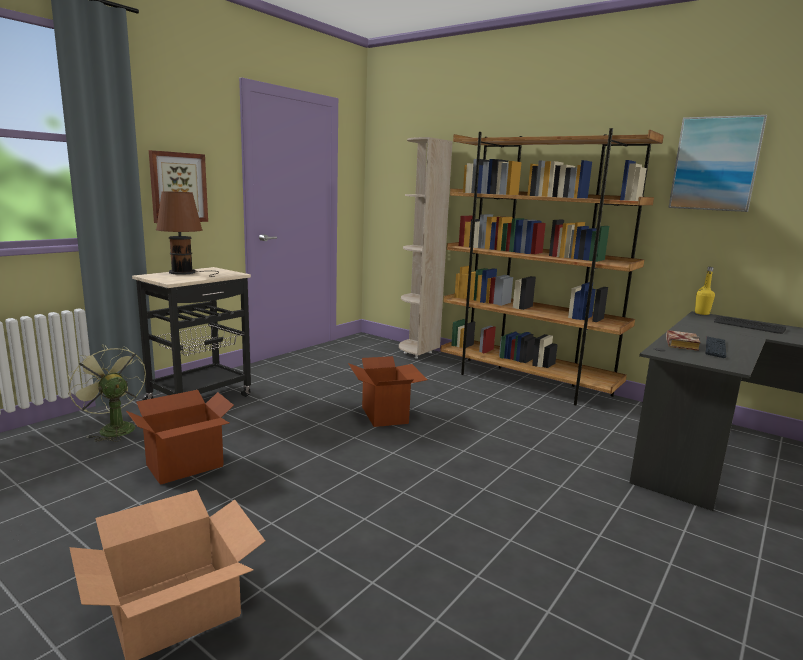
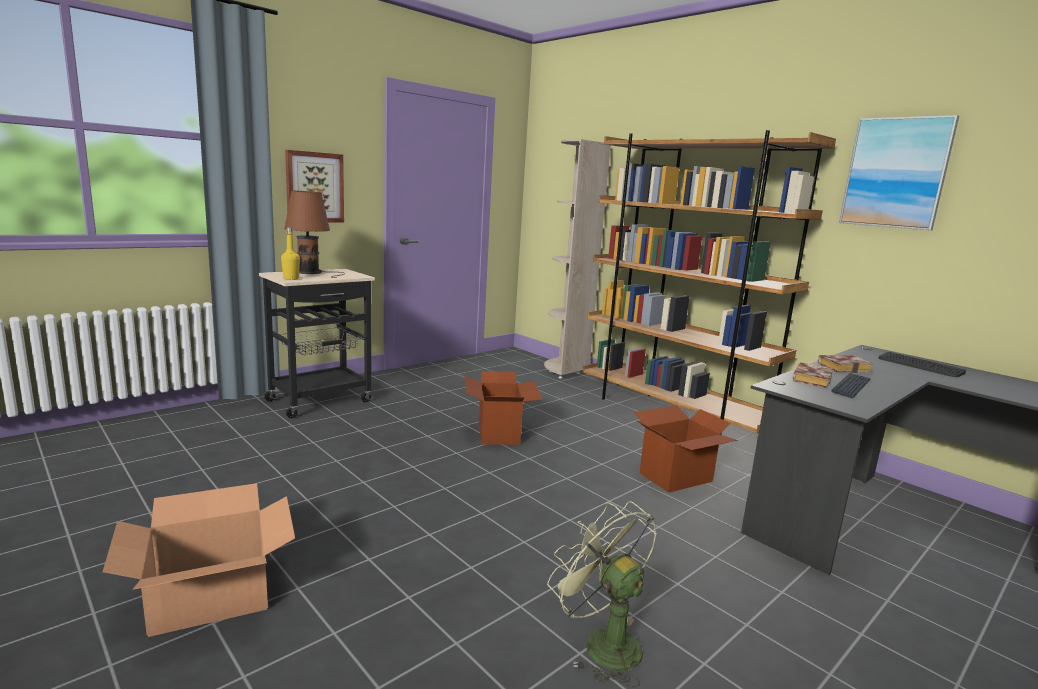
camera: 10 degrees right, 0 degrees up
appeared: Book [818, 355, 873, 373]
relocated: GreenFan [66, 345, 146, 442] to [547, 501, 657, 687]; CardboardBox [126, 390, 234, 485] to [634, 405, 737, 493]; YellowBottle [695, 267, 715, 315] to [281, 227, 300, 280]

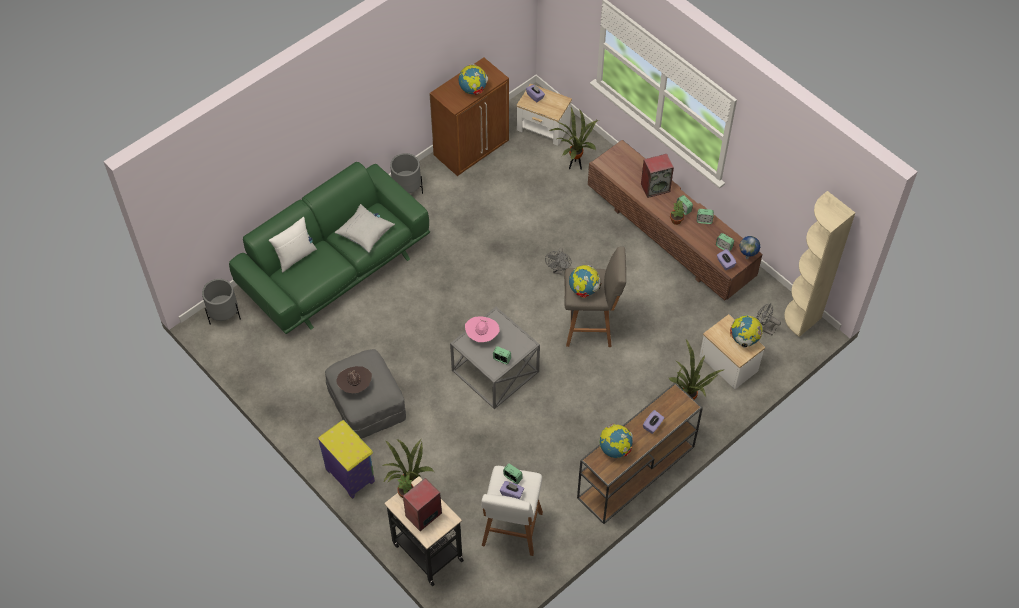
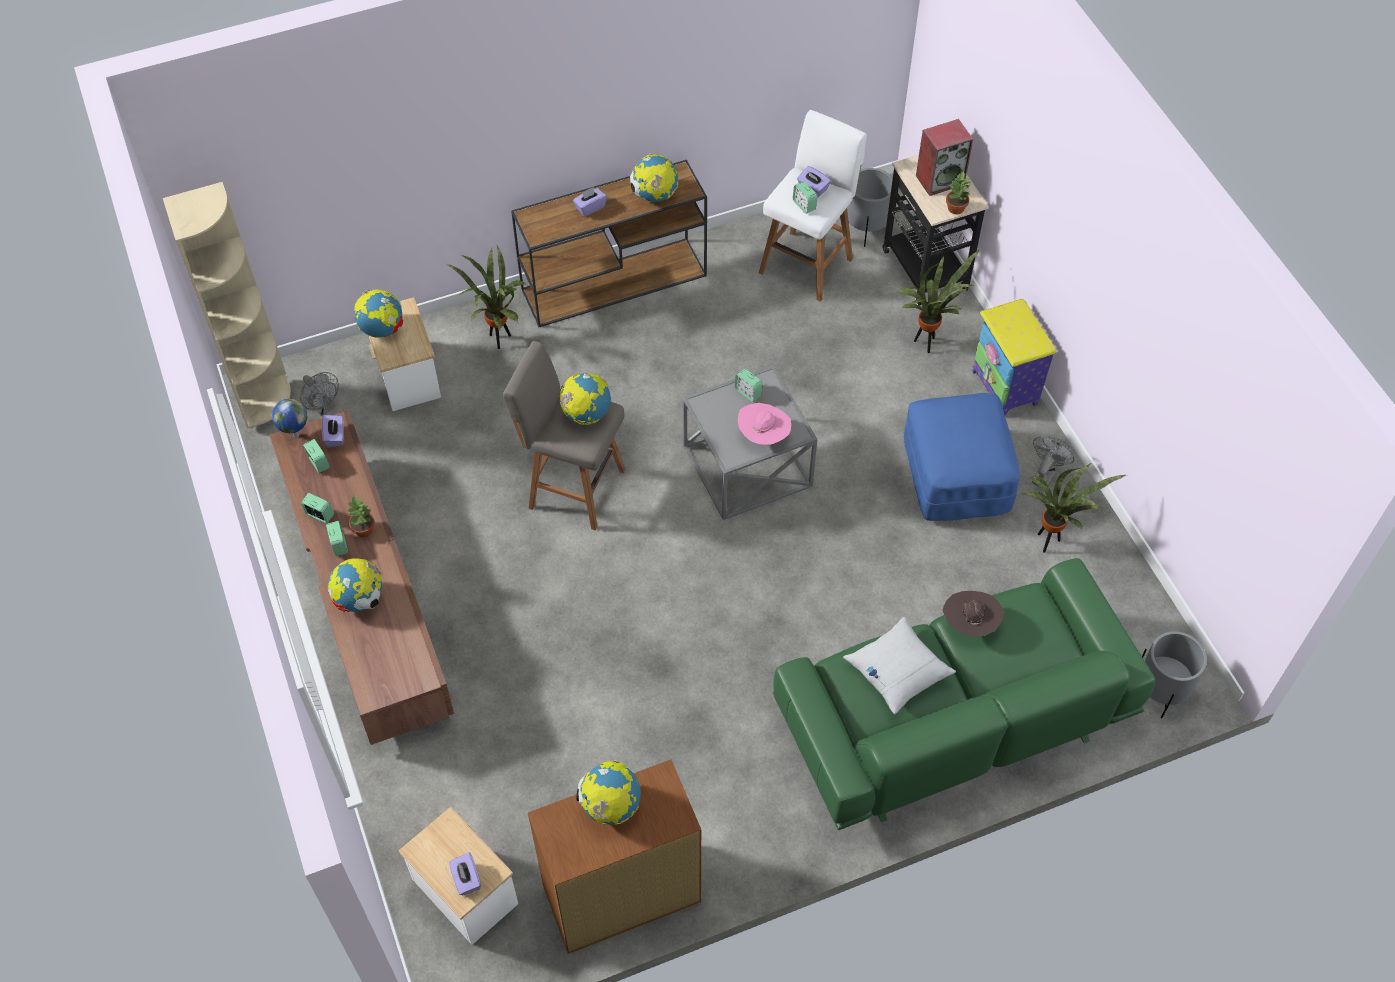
camera: 160 degrees left, 0 degrees up
missing: WhitePillow [269, 217, 317, 273]
relocated: BrownHat [337, 366, 372, 393] to [943, 591, 1004, 637]; GreyPlanter [390, 153, 423, 194] to [847, 168, 893, 247]; GreyFan [545, 248, 571, 275] to [1032, 436, 1074, 487]; PottedPlant [550, 107, 598, 170] to [1023, 463, 1126, 553]
exchanged: Speaker [641, 154, 674, 198] to Globe [328, 558, 382, 613]
colour: GreyOttoman [325, 349, 406, 439] to BlueOttoman [904, 393, 1020, 521]

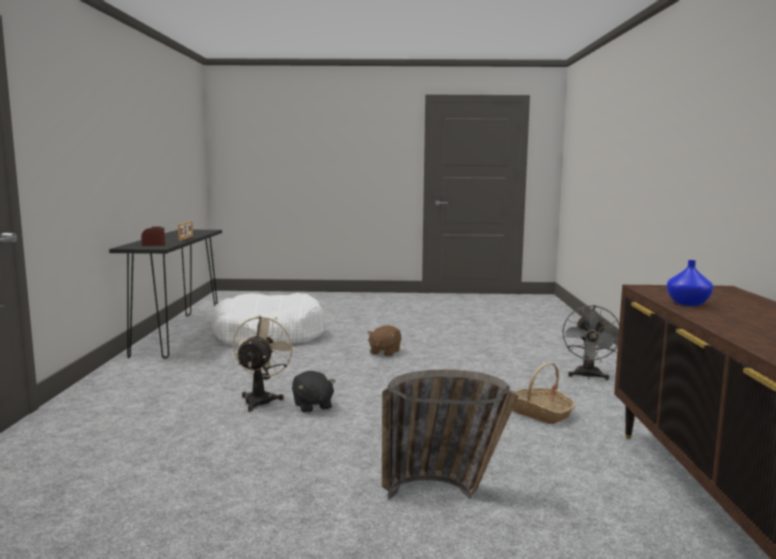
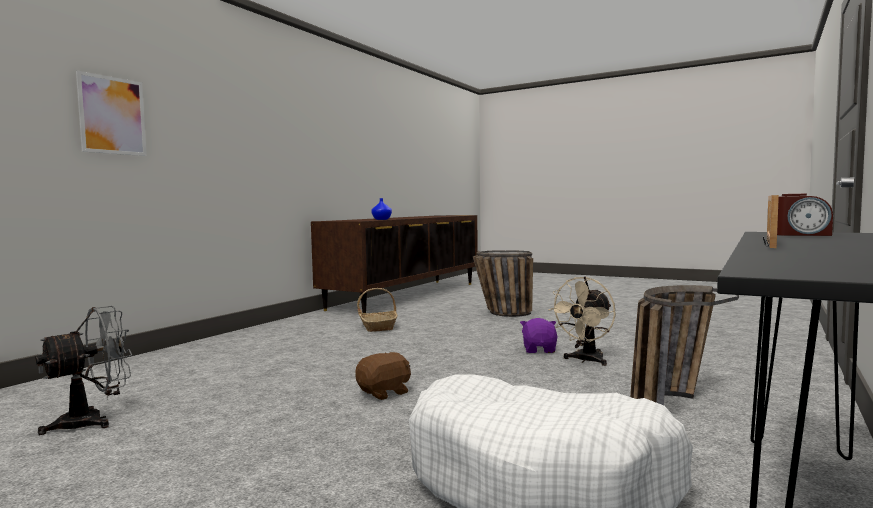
camera: 150 degrees left, 5 degrees down
appeared: Picture [76, 70, 147, 156]; Basket [630, 285, 739, 405]
relocated: GreyFan [562, 305, 619, 380] to [35, 306, 132, 435]
colour: BlackPlushToy [292, 371, 336, 413] to PurplePlushToy [520, 318, 558, 353]

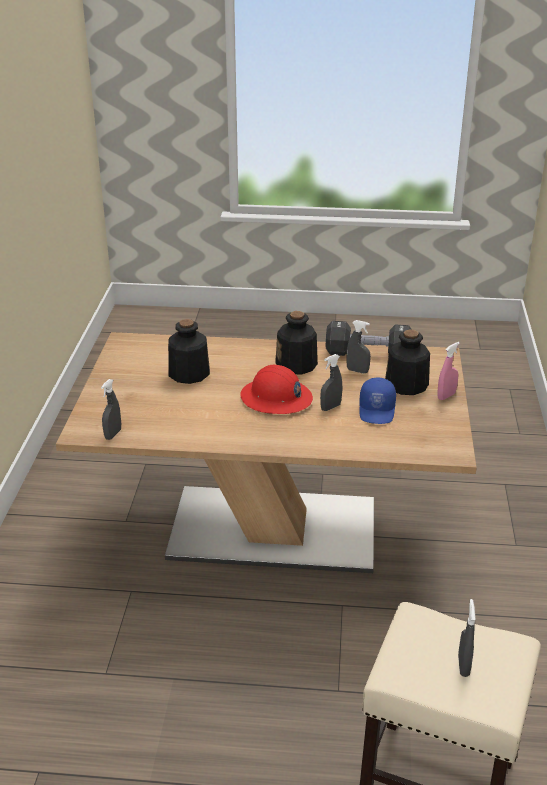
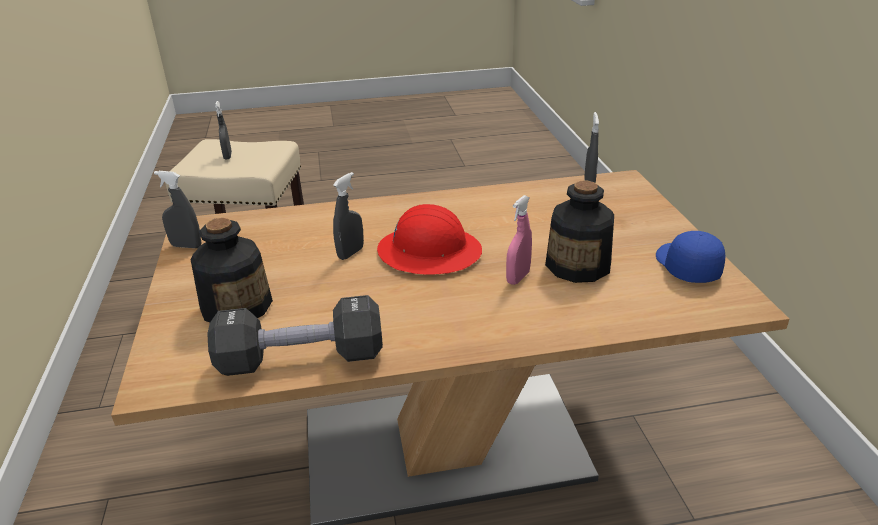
camera: 165 degrees right, 0 degrees up
missing: Bottle [275, 311, 318, 375]
relocated: GreySprayBottle [346, 320, 371, 373] to [154, 171, 201, 248]; BlueCap [359, 377, 396, 424] to [656, 231, 725, 283]; PinkSprayBottle [437, 342, 460, 400] to [506, 195, 532, 285]

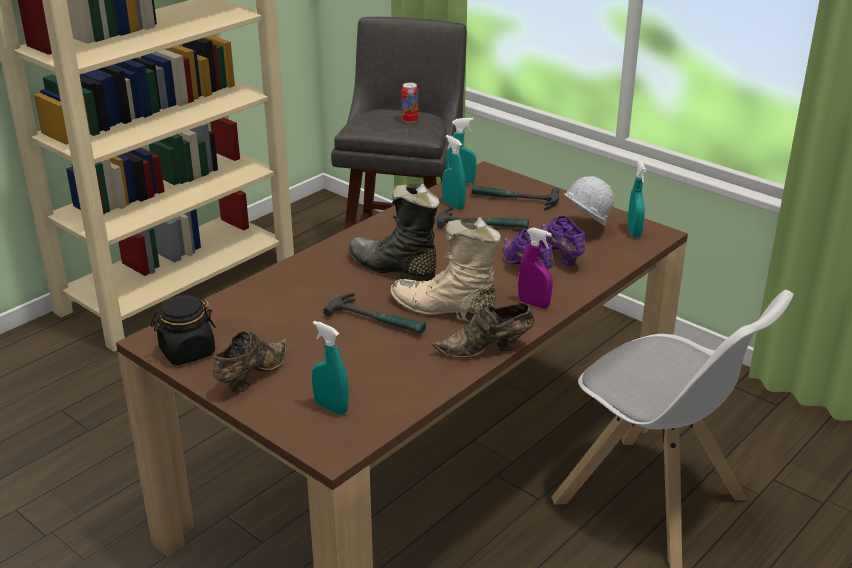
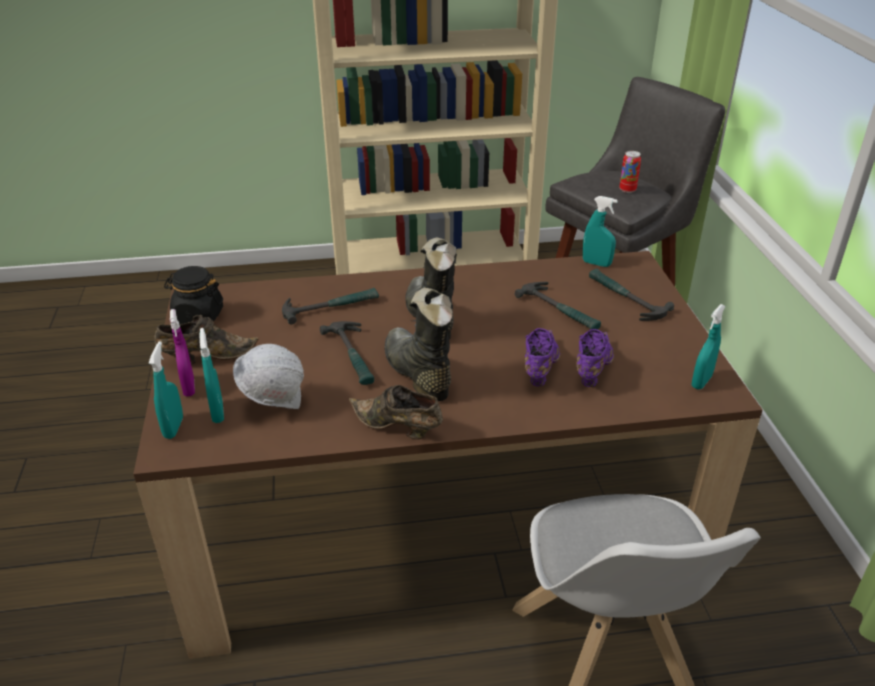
camera: 40 degrees right, 5 degrees up
appeared: Hammer [282, 288, 379, 324]
relocated: TurquoiseSprayBottle [442, 135, 466, 210] to [149, 341, 183, 439]; PurpleSprayBottle [518, 227, 553, 308] to [170, 309, 195, 396]; WhiteHardHat [563, 176, 614, 226] to [233, 344, 304, 409]
colour: BeigeBoot [391, 217, 501, 322] to BlackBoot [385, 288, 452, 401]

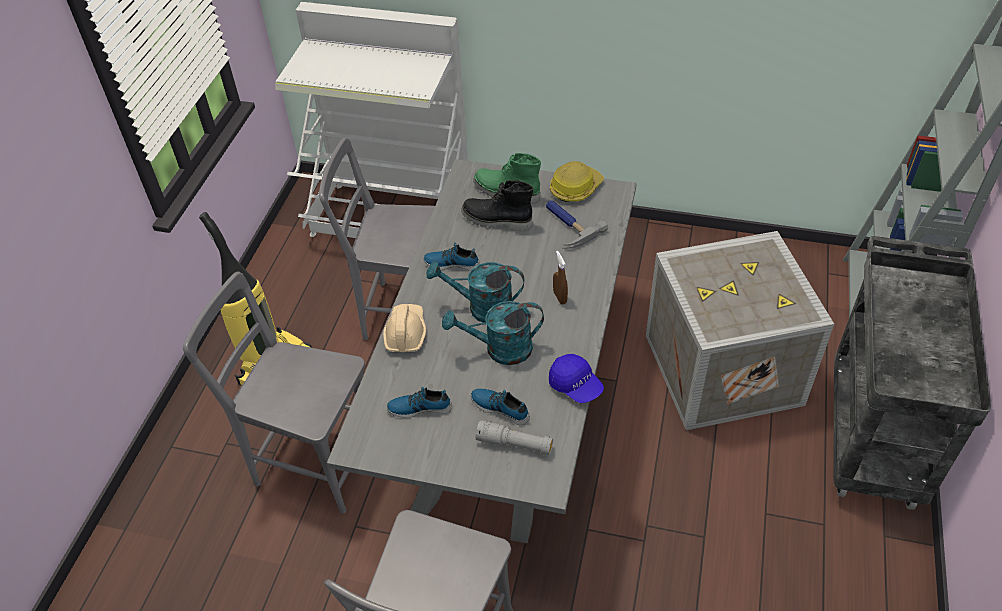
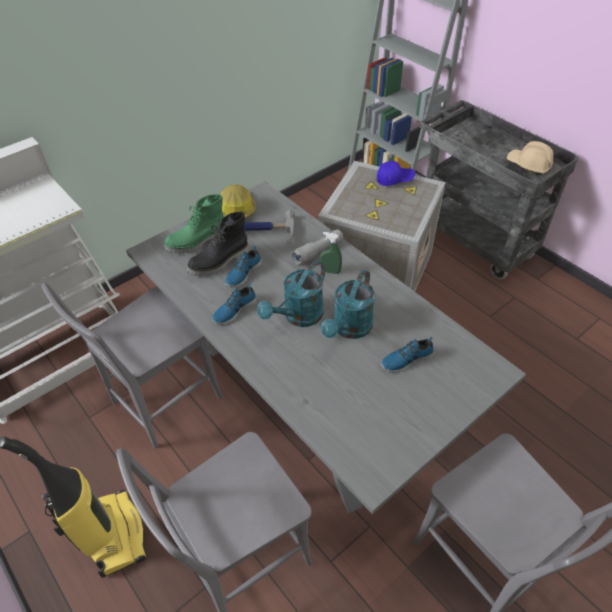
camera: 55 degrees left, 0 degrees up
relocated: BeigeHardHat [383, 304, 426, 352] to [507, 141, 554, 175]; Shoe [387, 387, 452, 418] to [225, 246, 262, 288]; GreyFlashlight [476, 420, 553, 455] to [291, 229, 344, 265]; BlueCap [549, 354, 604, 403] to [377, 161, 415, 186]
colour: BrownSprayBottle [553, 251, 568, 304] to GreenSprayBottle [320, 232, 342, 274]

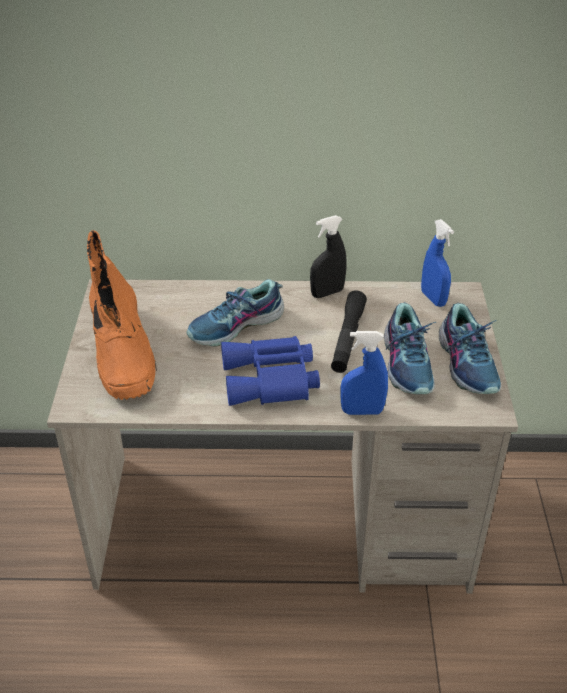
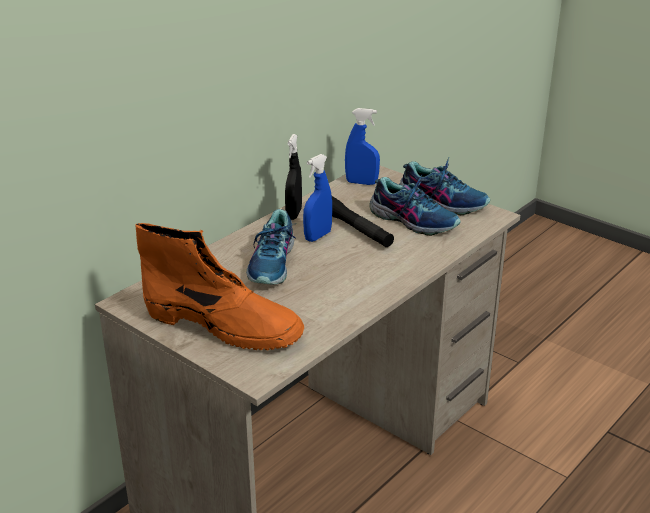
camera: 50 degrees left, 10 degrees down
missing: BlueBinoculars [221, 336, 320, 406]
relocated: BlueSprayBottle [341, 331, 388, 415] to [303, 154, 332, 242]

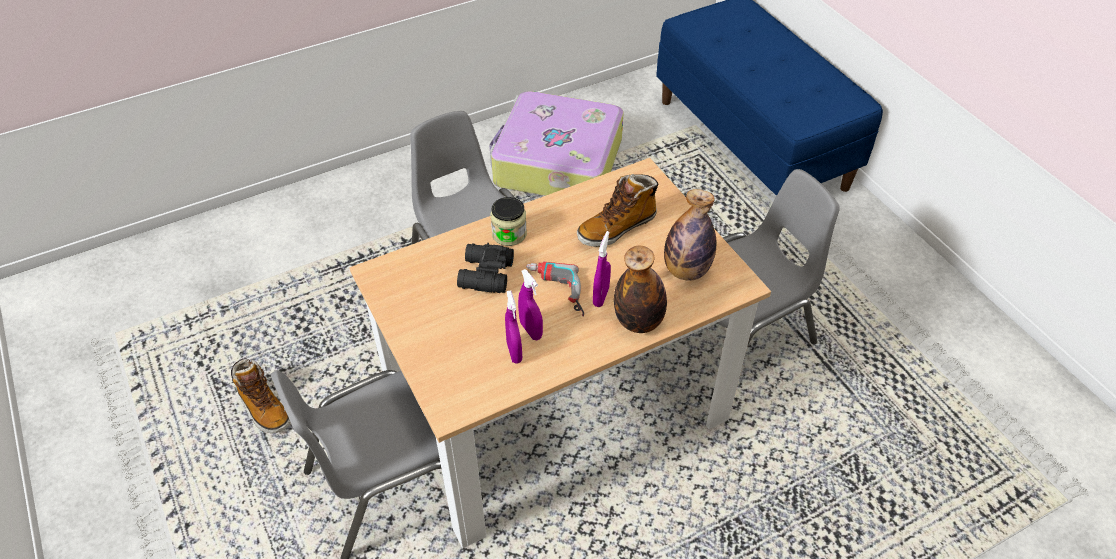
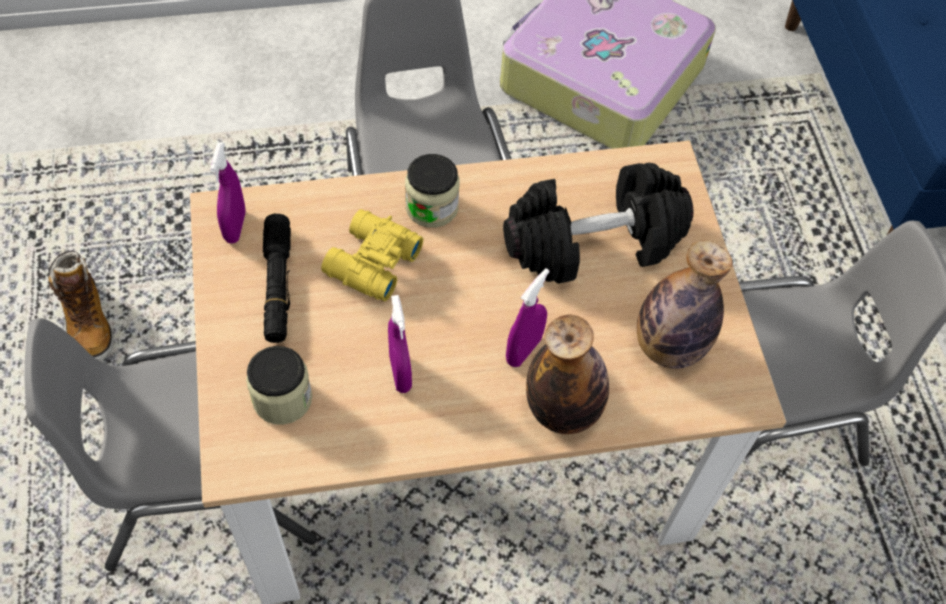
camera: 15 degrees right, 10 degrees up
missing: PowerDrill [526, 261, 584, 316]
appeared: Jar [246, 346, 312, 425]; BlackFlashlight [263, 214, 291, 343]
relocated: PurpleSprayBottle [505, 290, 522, 364] to [210, 142, 246, 244]
exchanged: Boot [577, 174, 658, 247] to BlackDumbbell [503, 163, 693, 284]
colour: BlackBinoculars [457, 243, 514, 293] to YellowBinoculars [321, 209, 423, 301]

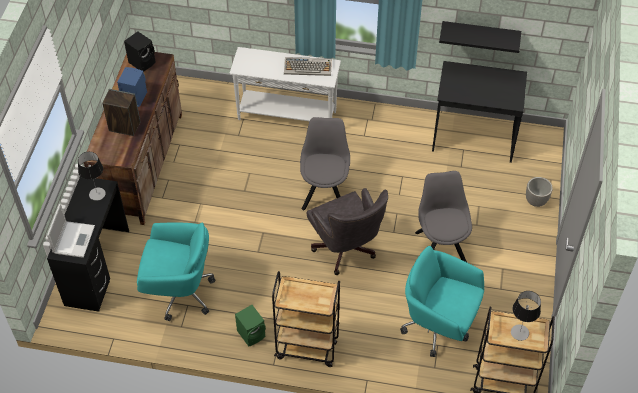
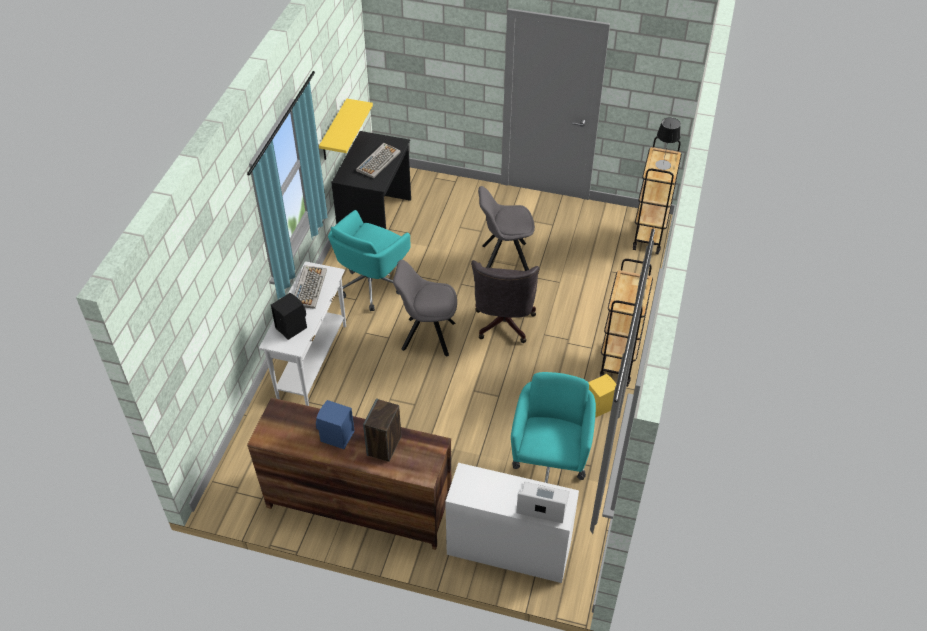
camera: 85 degrees left, 5 degrees down
missing: TableLamp [78, 152, 106, 201]; Planter [526, 177, 553, 207]
appeared: Keyboard [356, 143, 401, 178]
relocated: BlackSpeaker [124, 31, 156, 72] to [271, 293, 307, 340]; TurquoiseOfficeChair [400, 246, 484, 357] to [328, 210, 411, 311]
colour: BlackDesk [47, 176, 129, 312] to WhiteDesk [445, 463, 579, 583]; GreenSpeaker [235, 305, 266, 347] to YellowSpeaker [588, 374, 616, 417]; BlackShelf [439, 21, 521, 53] to YellowShelf [319, 98, 373, 160]
spun: GreyOfficeChair [307, 188, 388, 275] = [471, 260, 539, 343] 120 degrees clockwise

